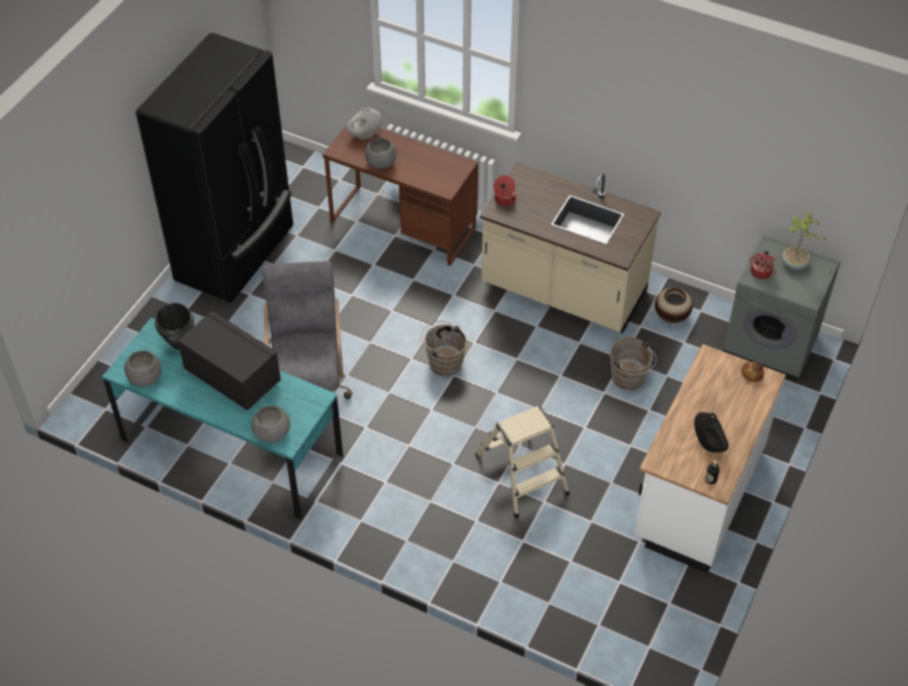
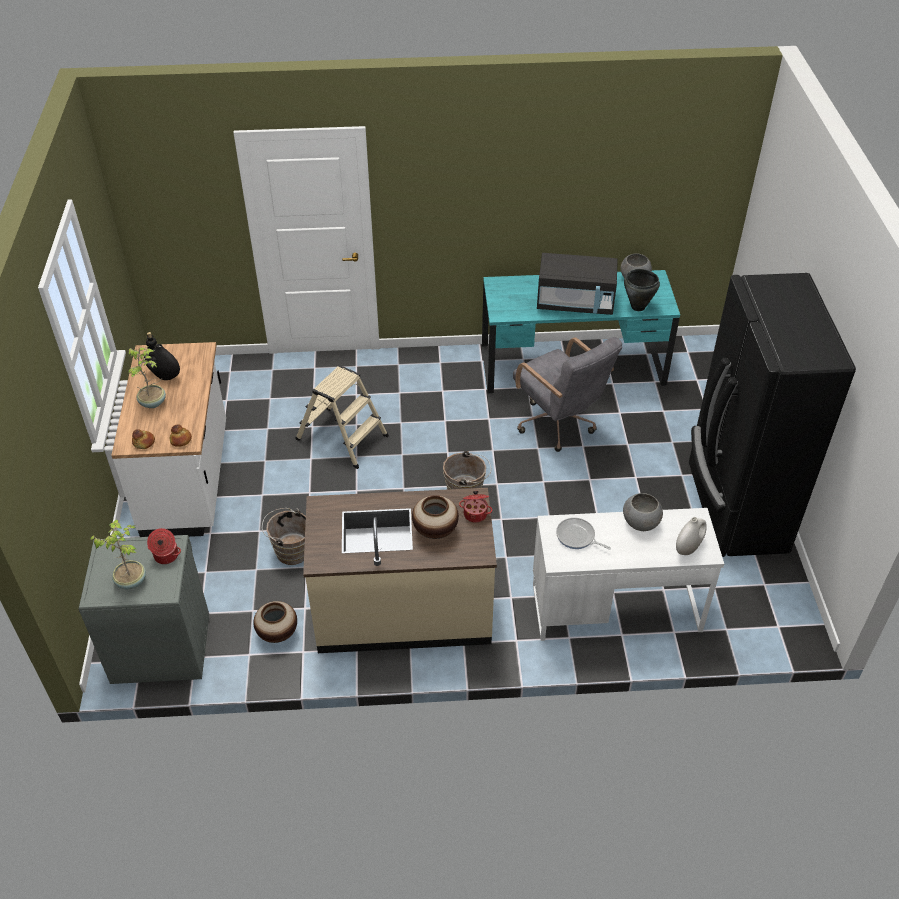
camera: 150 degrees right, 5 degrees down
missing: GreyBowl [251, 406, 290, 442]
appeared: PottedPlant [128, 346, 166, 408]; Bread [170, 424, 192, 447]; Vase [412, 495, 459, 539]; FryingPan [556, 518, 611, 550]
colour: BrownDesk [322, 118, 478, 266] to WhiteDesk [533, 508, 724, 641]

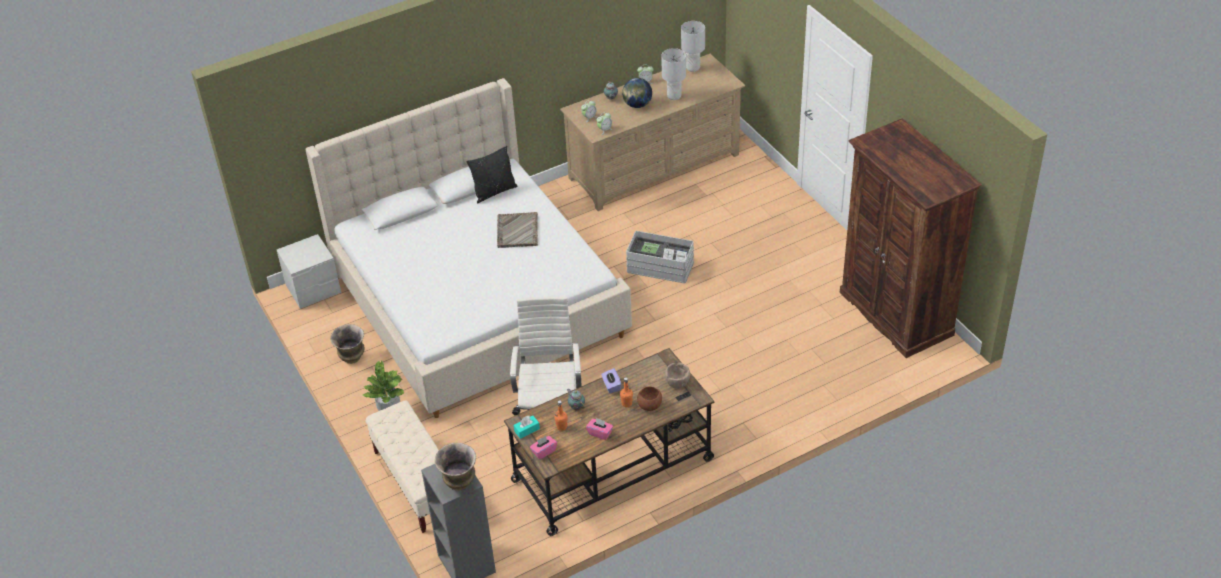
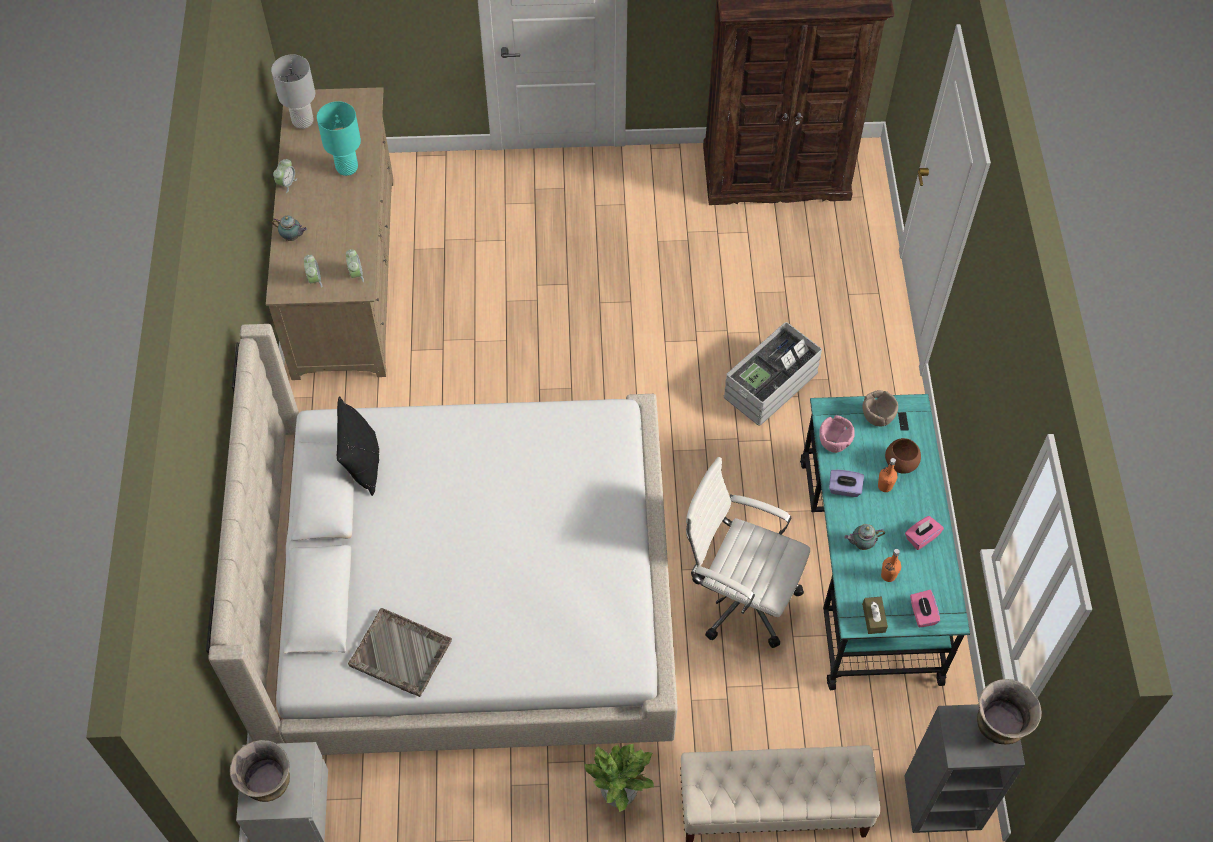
camera: 65 degrees left, 15 degrees up
missing: Globe [622, 78, 652, 108]
appeared: PinkBowl [819, 415, 855, 453]
relocated: Vase [330, 324, 365, 364] to [230, 740, 290, 802]; GreyTray [497, 212, 538, 248] to [348, 608, 452, 697]; GreyStorageBox [626, 231, 694, 283] to [724, 322, 822, 425]
colour: BrownDesk [504, 348, 714, 536] to TurquoiseDesk [800, 394, 970, 690]; TurquoiseTissueBox [514, 416, 540, 439] to BrownTissueBox [862, 597, 888, 634]; GreyTableLamp [661, 48, 686, 100] to TurquoiseTableLamp [317, 101, 361, 176]

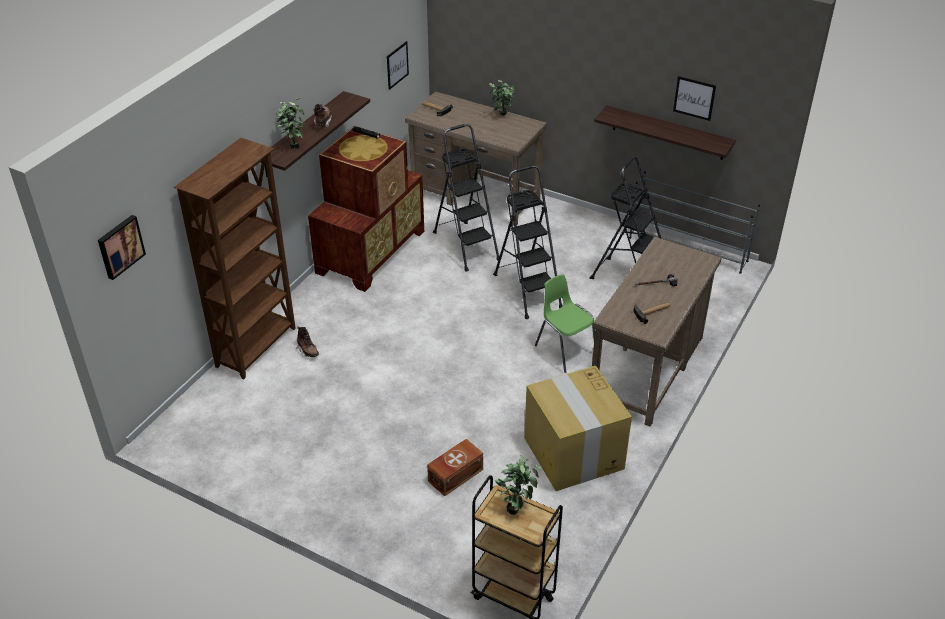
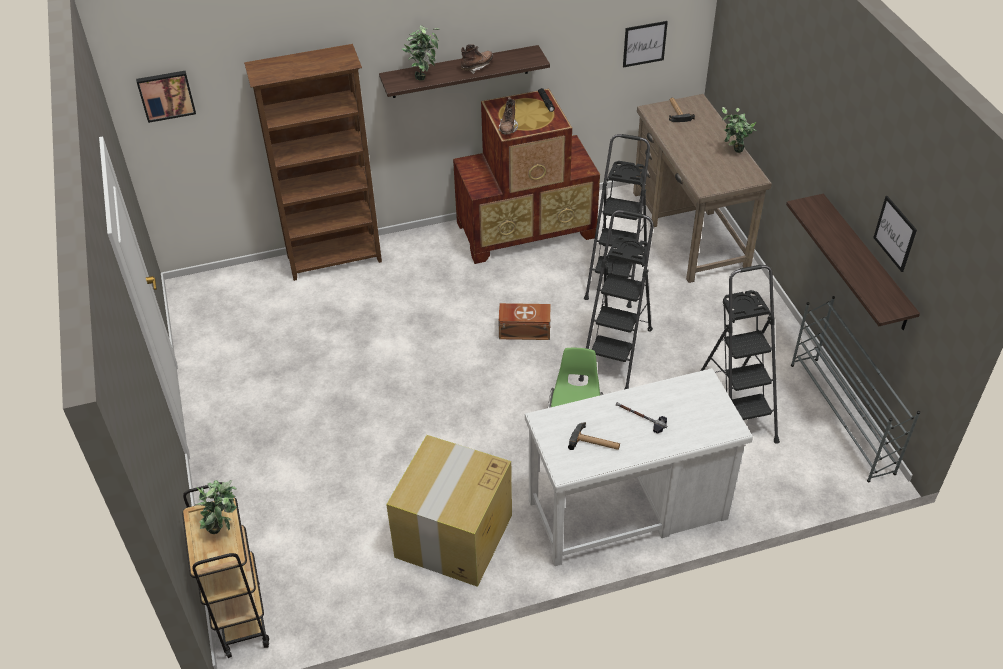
camera: 45 degrees right, 5 degrees up
relocated: BrownBoot [297, 326, 319, 357] to [498, 97, 518, 134]; BrownStorageBox [427, 439, 483, 496] to [499, 303, 551, 340]
colour: BrownDesk [592, 237, 721, 426] to WhiteDesk [525, 368, 753, 566]

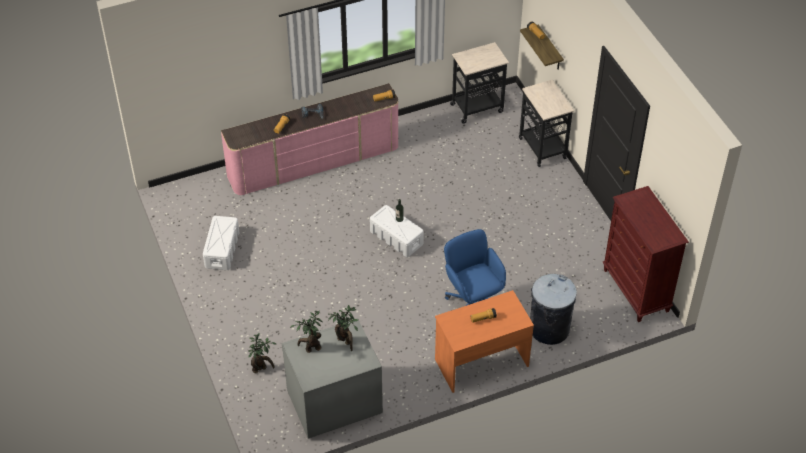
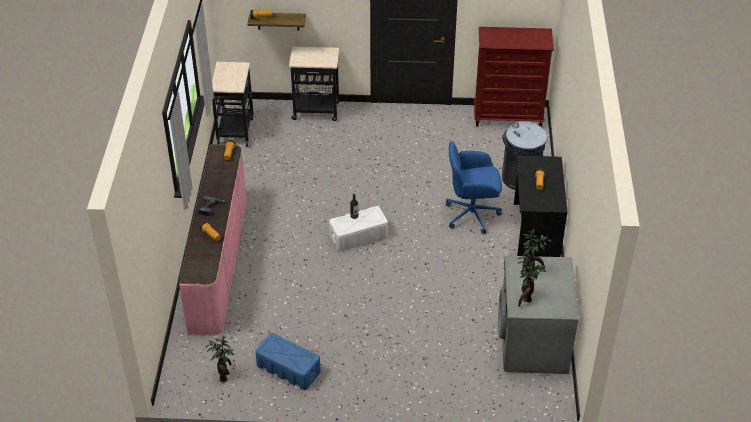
camera: 65 degrees left, 5 degrees down
relocated: PottedPlant [248, 333, 276, 373] to [205, 335, 234, 382]
colour: WhiteStorageBox [203, 216, 239, 270] to BlueStorageBox [255, 333, 321, 390]; OrangeDesk [435, 290, 534, 393] to BlackDesk [514, 155, 568, 257]

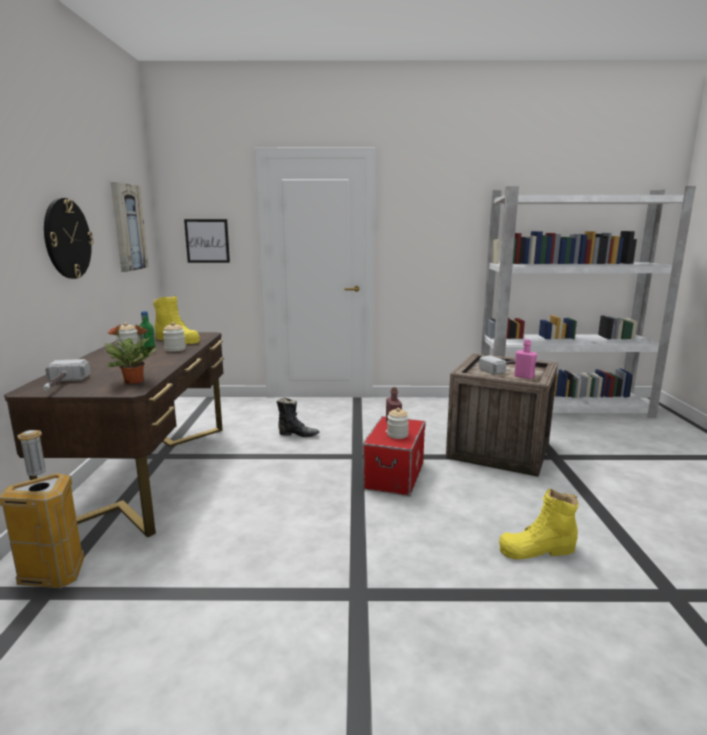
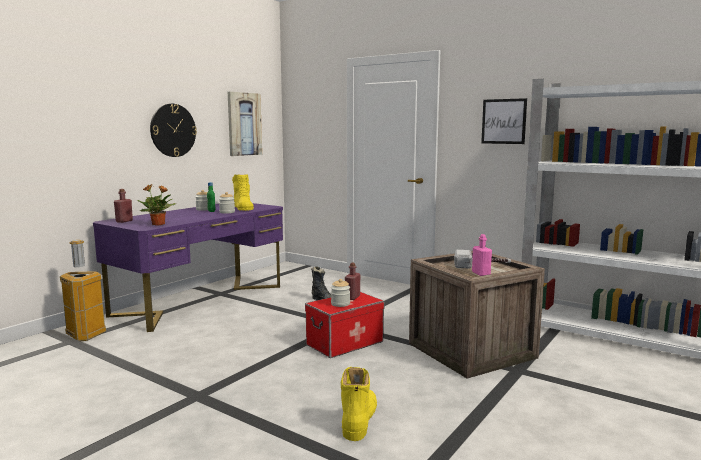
camera: 35 degrees right, 5 degrees down
relocated: Picture [184, 219, 230, 263] to [481, 98, 527, 144]
exchanged: Hammer [43, 359, 91, 391] to RedBottle [114, 189, 133, 223]
colour: BrownDesk [4, 332, 224, 537] to PurpleDesk [93, 203, 283, 332]
spun: YellowBoot [499, 488, 579, 560] = [341, 367, 377, 441] 75 degrees clockwise

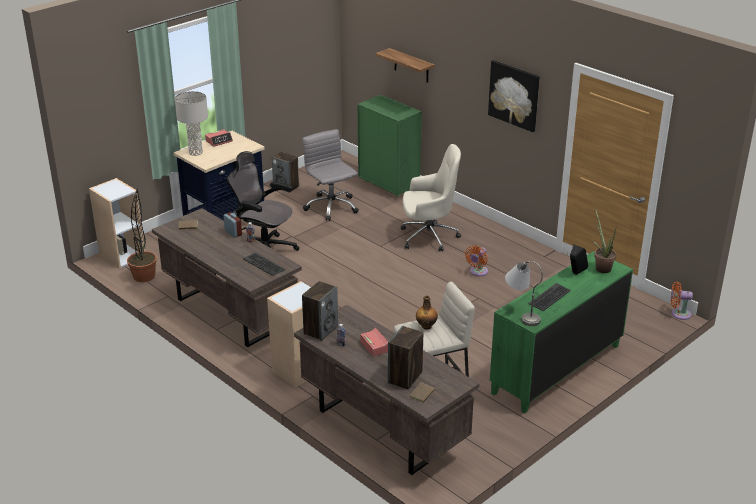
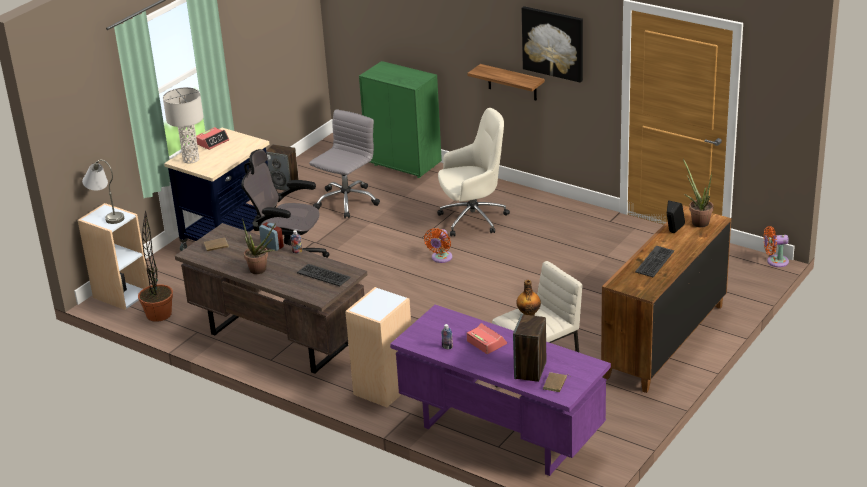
camera: 10 degrees left, 0 degrees up
missing: Speaker [302, 281, 338, 341]
appeared: PottedPlant [242, 218, 276, 274]
relocated: Shelf [375, 48, 434, 83] to [467, 64, 545, 100]; OrangeFan [465, 245, 488, 276] to [424, 228, 452, 263]; GreyTableLamp [505, 261, 543, 326] to [82, 160, 124, 224]
colour: BrownDesk [294, 305, 480, 475] to PurpleDesk [390, 305, 611, 476]; GreenDresser [490, 251, 633, 414] to BrownDresser [601, 205, 731, 393]
spun: GreyOfficeChair [302, 129, 359, 221] = [309, 109, 380, 218] 75 degrees clockwise

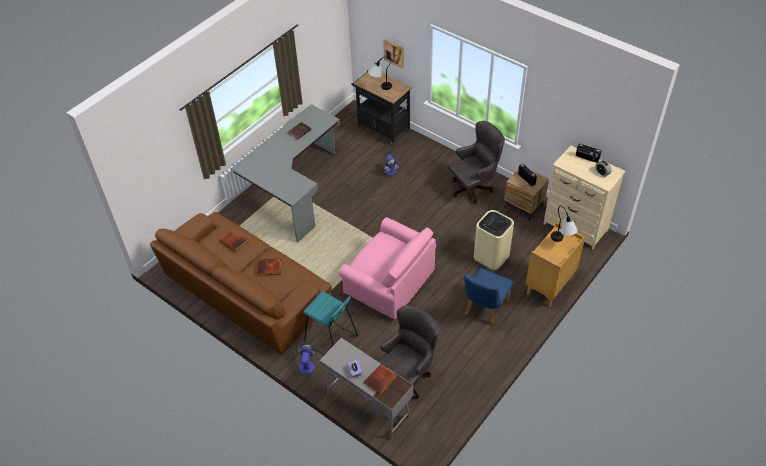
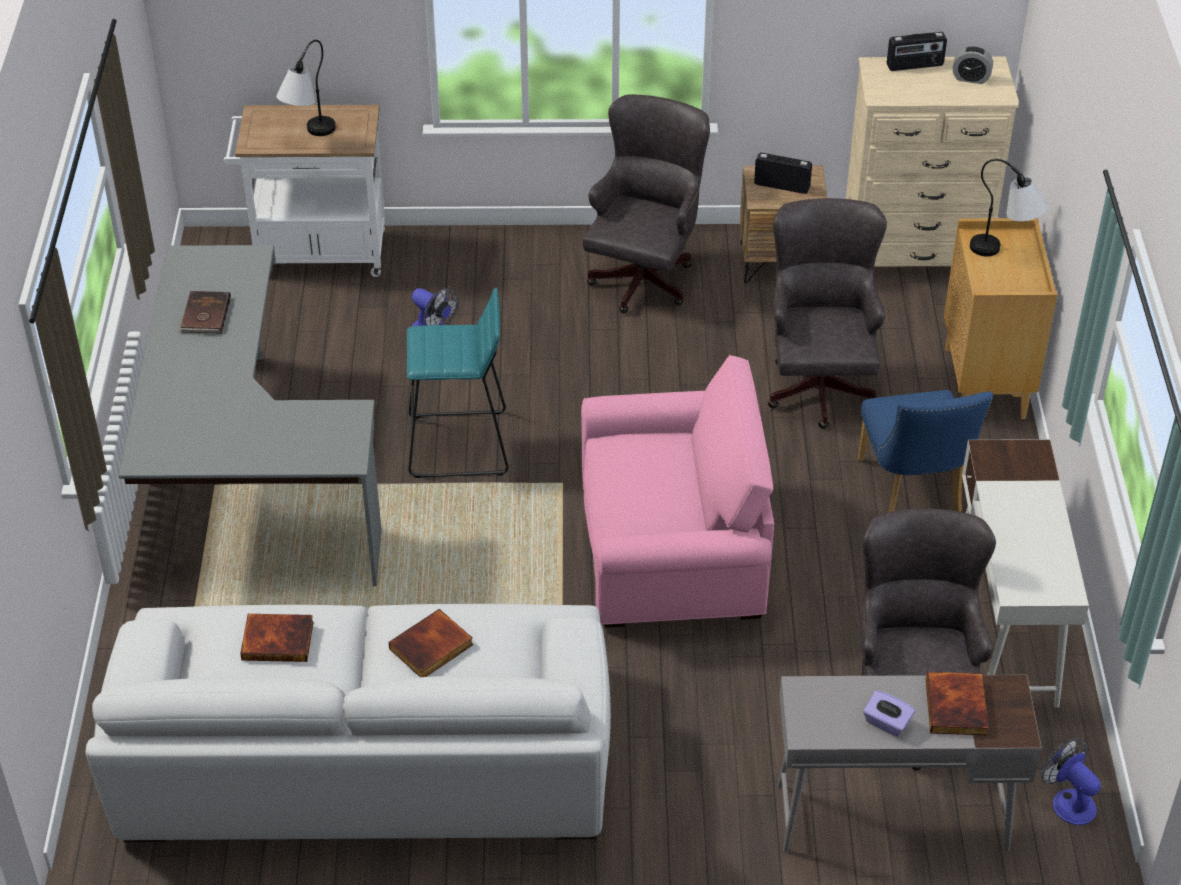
camera: 40 degrees left, 5 degrees down
missing: Picture [383, 40, 404, 68]
appeared: WhiteDesk [962, 439, 1089, 708]
relocated: Fan [296, 344, 317, 374] to [1042, 738, 1101, 825]; TurquoiseStool [303, 291, 358, 355] to [407, 287, 508, 478]
exchanged: BeigeTrashCan [474, 210, 514, 270] to GreyOfficeChair [768, 198, 887, 429]
colour: BrownSofa [150, 212, 332, 355] to WhiteSofa [86, 604, 611, 842]; BlackCart [351, 71, 412, 145] to WhiteCart [224, 105, 385, 277]

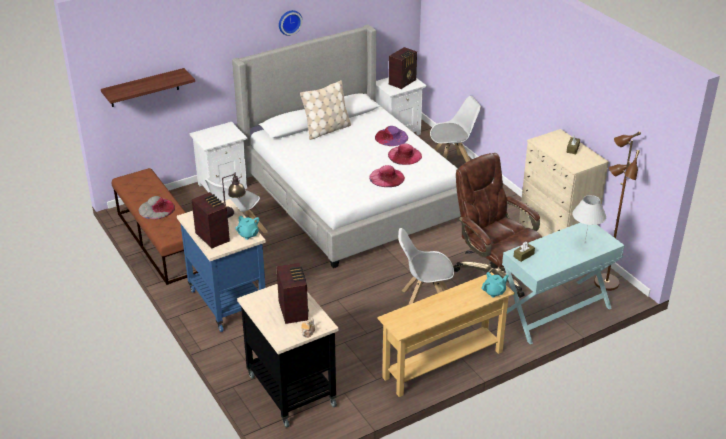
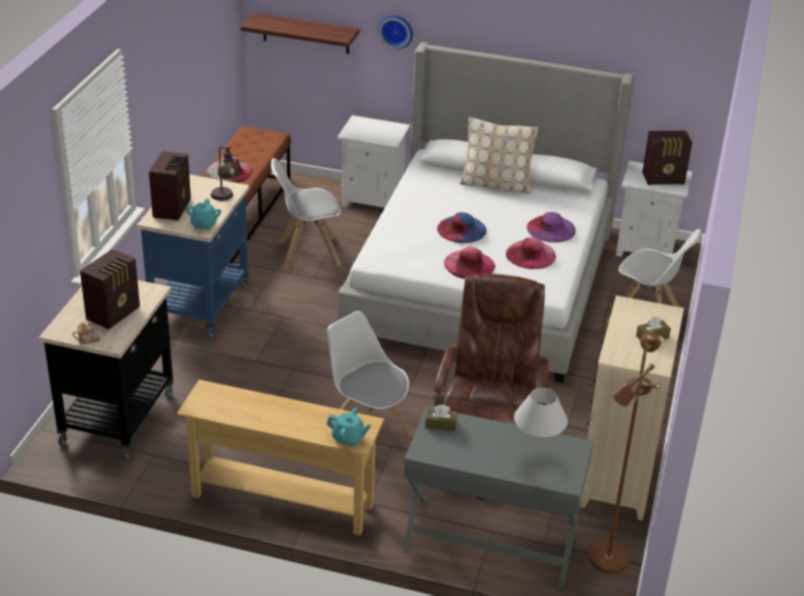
camera: 45 degrees right, 0 degrees up
appeared: BlueHat [437, 212, 486, 243]
relocated: WallClock [279, 10, 303, 36] to [378, 15, 413, 49]
colour: TurquoiseDesk [502, 223, 625, 344] to GreyDesk [403, 407, 594, 588]

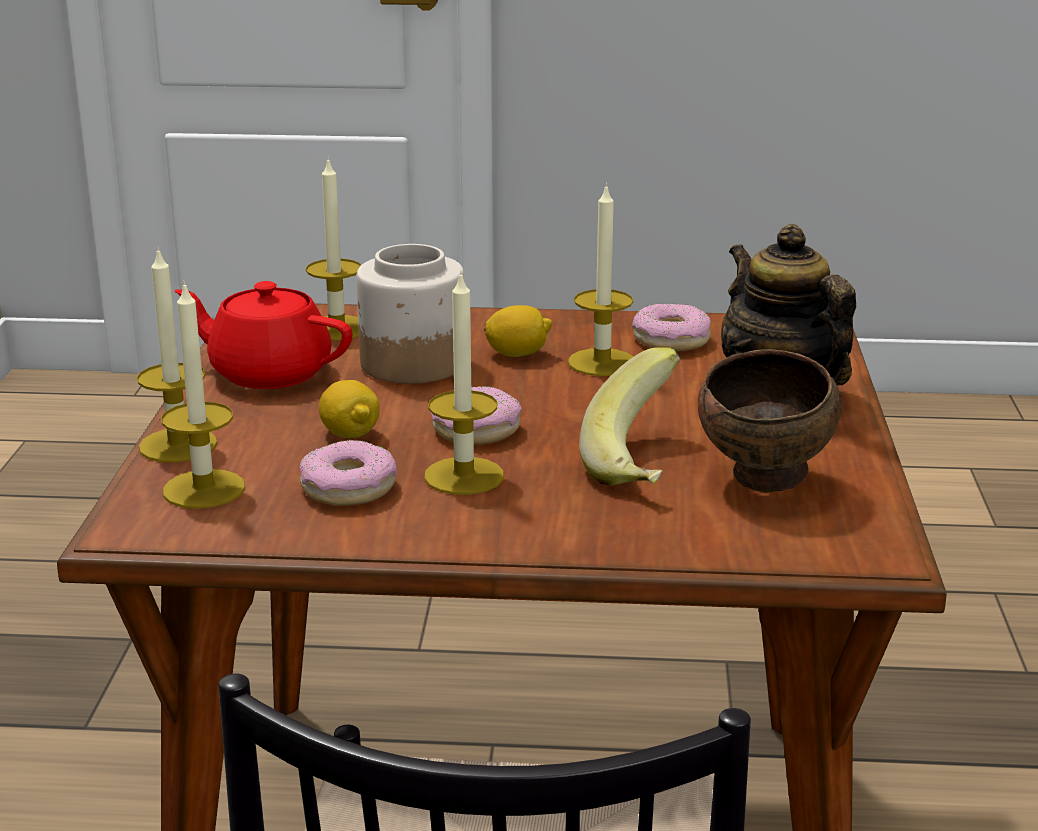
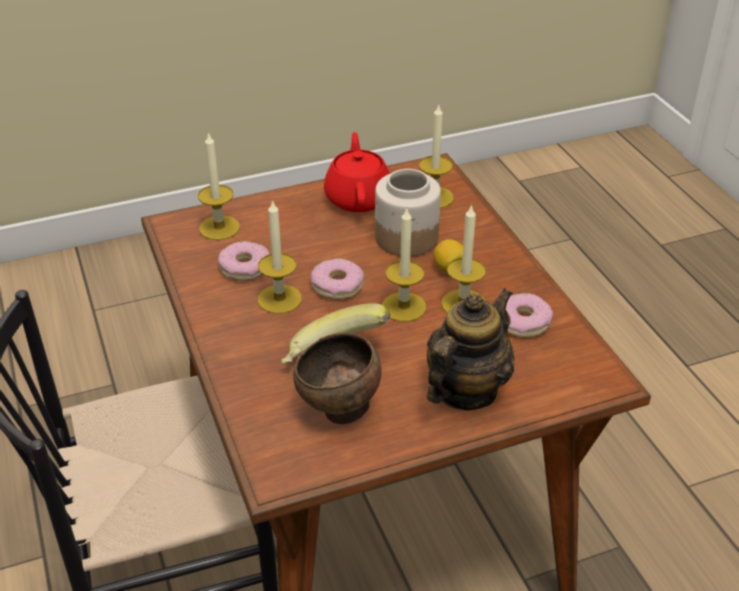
camera: 65 degrees right, 15 degrees up
missing: Lemon [319, 380, 380, 438]
relocated: Candle [137, 247, 217, 463] to [382, 208, 426, 322]

